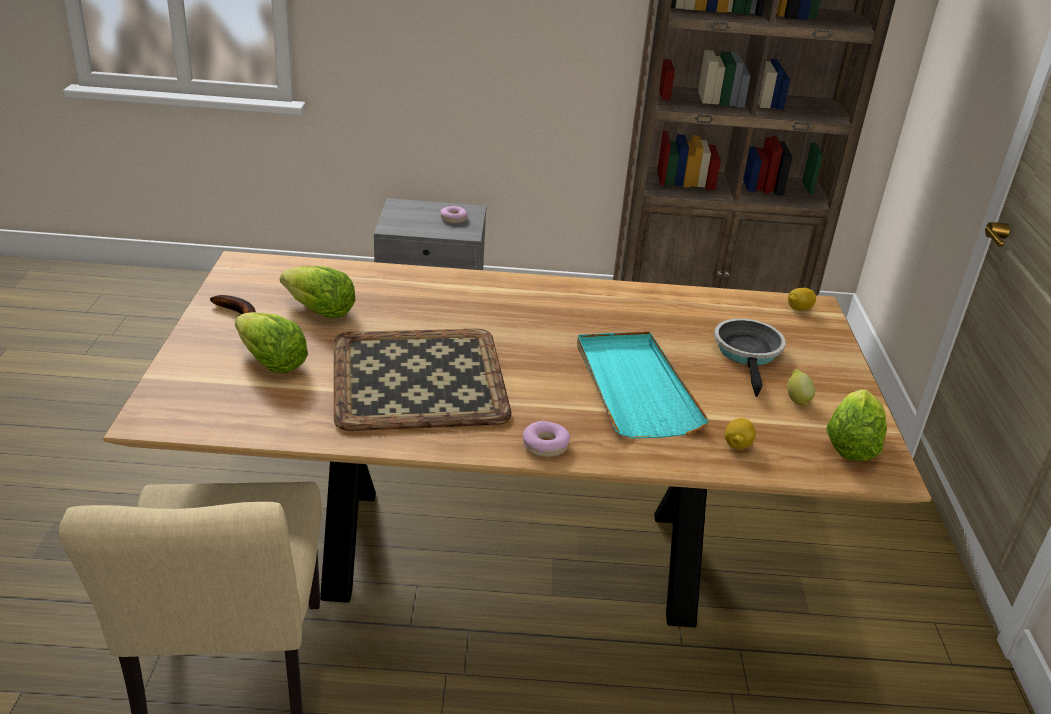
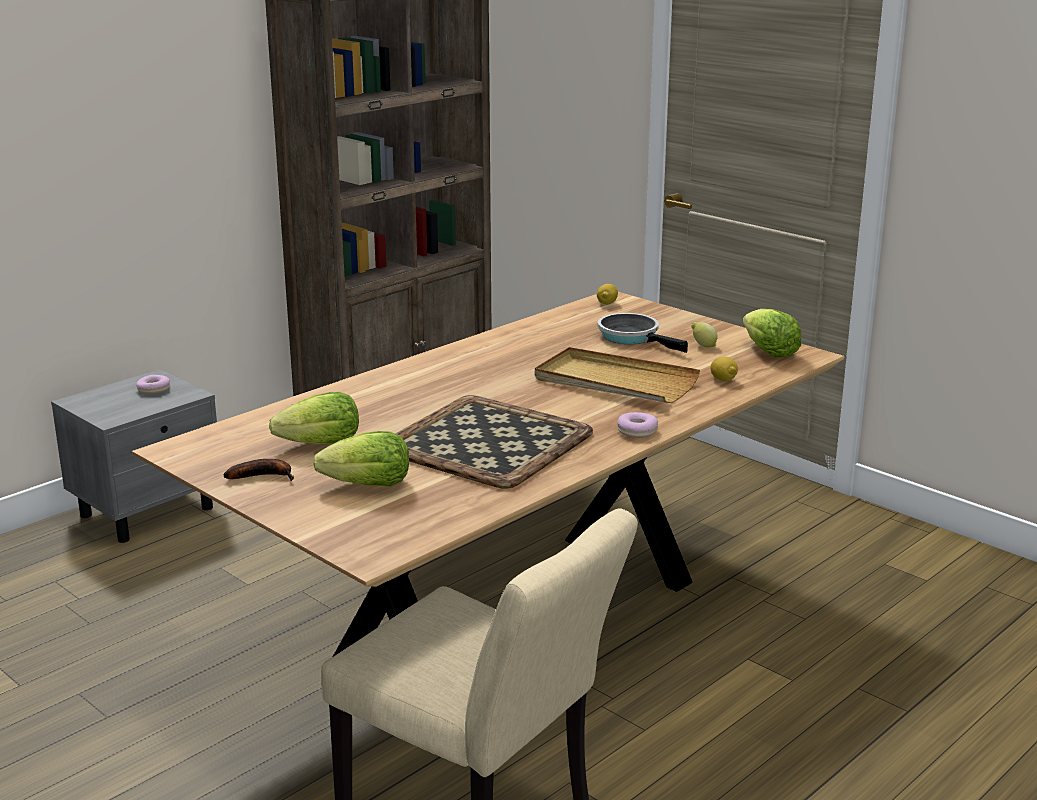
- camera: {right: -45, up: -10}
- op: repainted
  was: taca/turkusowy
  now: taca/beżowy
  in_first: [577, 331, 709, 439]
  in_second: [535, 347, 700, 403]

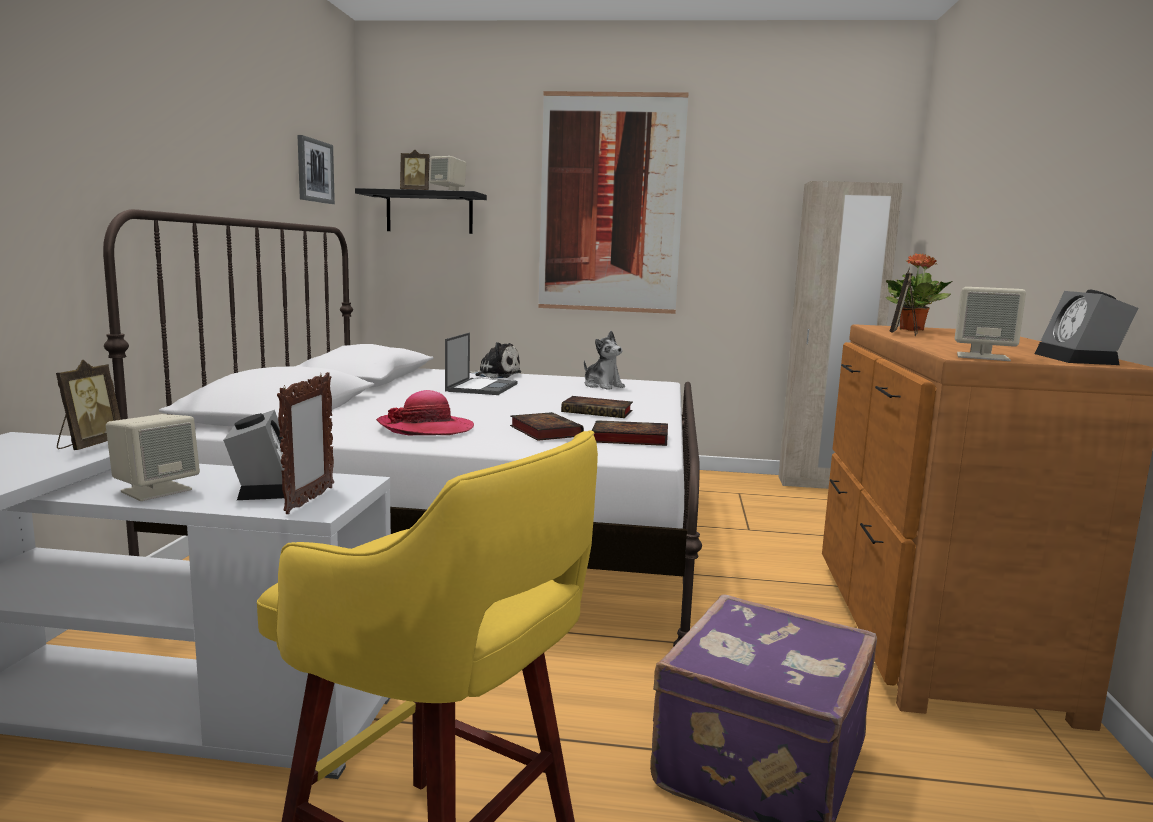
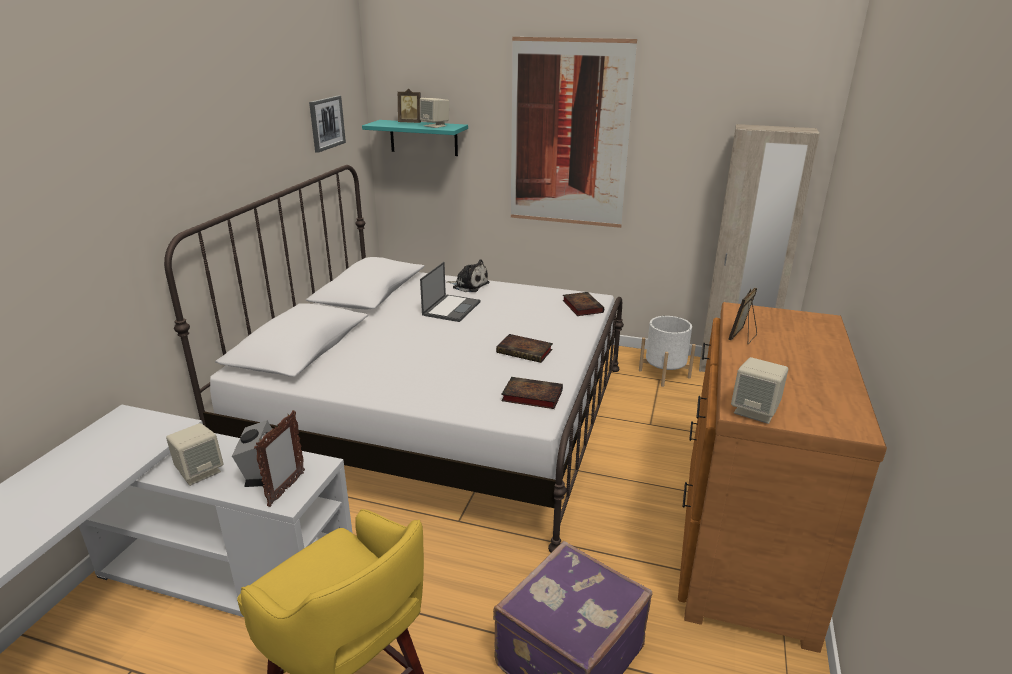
- camera: {right: 10, up: 15}
- op: gone
  was: ramka na zdjęcie
  in_first: [56, 360, 121, 450]
- op: gone
  was: kapelusz
  in_first: [376, 390, 474, 435]
- op: gone
  was: pluszak
  in_first: [584, 330, 625, 390]
- op: gone
  was: roślina doniczkowa
  in_first: [886, 254, 953, 331]
- op: gone
  was: budzik
  in_first: [1035, 289, 1139, 365]
- op: new
  now: donica/biały
  in_second: [639, 316, 696, 387]
- op: shifted
  was: książka
  in_first: [510, 412, 584, 441]
  in_second: [562, 292, 604, 316]
- op: repainted
  was: półka/czarny
  now: półka/turkusowy
  in_first: [355, 188, 487, 234]
  in_second: [362, 120, 468, 156]

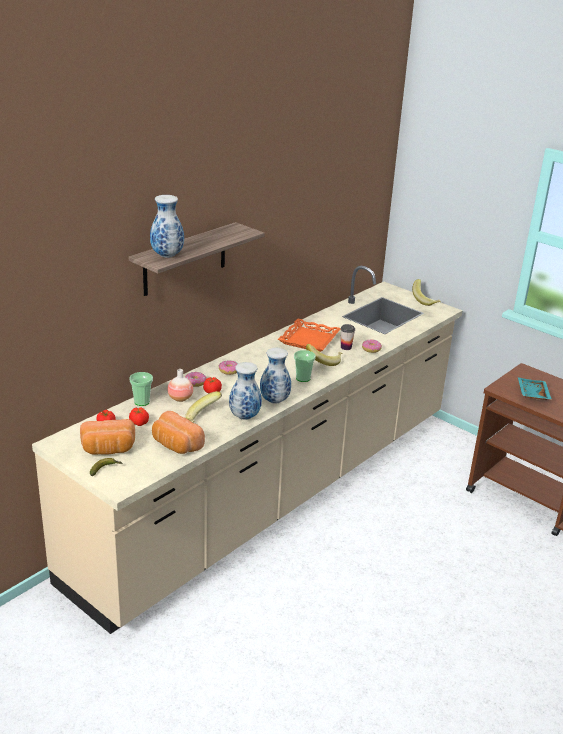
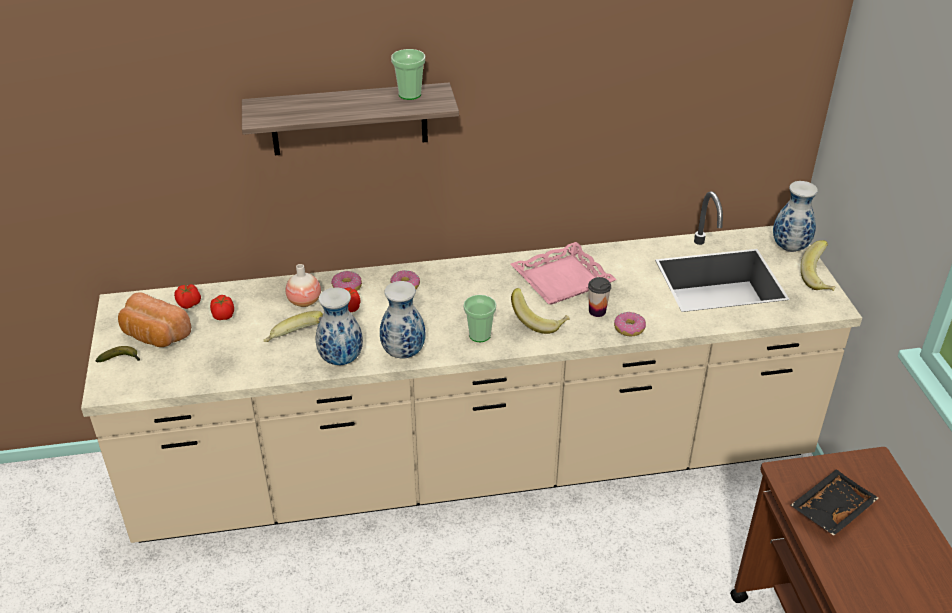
- camera: {right: 40, up: 10}
- op: gone
  was: chleb
  in_first: [152, 411, 205, 454]
- op: shifted
  was: filiżanka
  in_first: [129, 372, 153, 406]
  in_second: [391, 49, 425, 100]
- op: shifted
  was: wazon
  in_first: [150, 195, 184, 258]
  in_second: [773, 181, 818, 252]
- op: repainted
  was: taca/pomarańczowy
  now: taca/różowy
  in_first: [278, 319, 341, 352]
  in_second: [511, 242, 617, 305]
- op: repainted
  was: taca/turkusowy
  now: taca/czarny
  in_first: [518, 377, 552, 400]
  in_second: [791, 469, 879, 536]

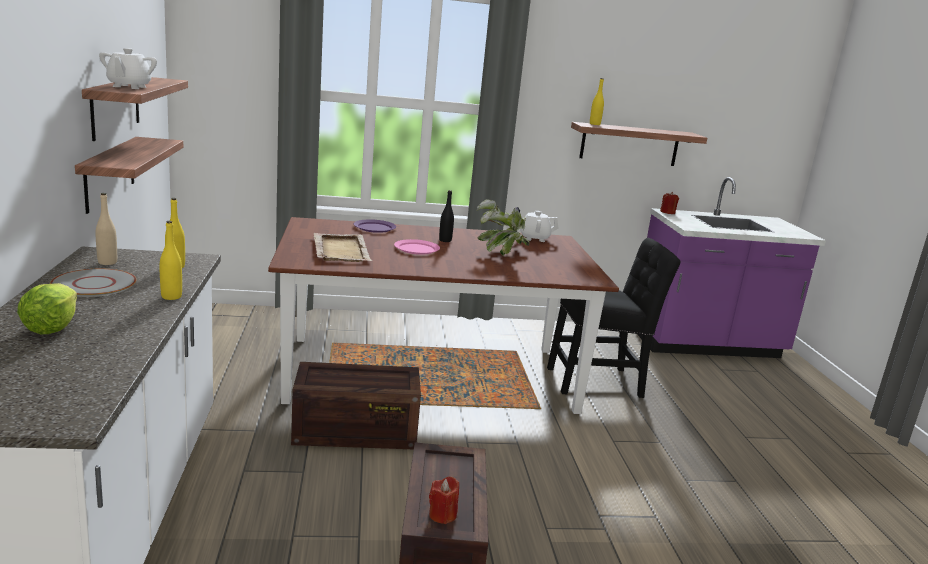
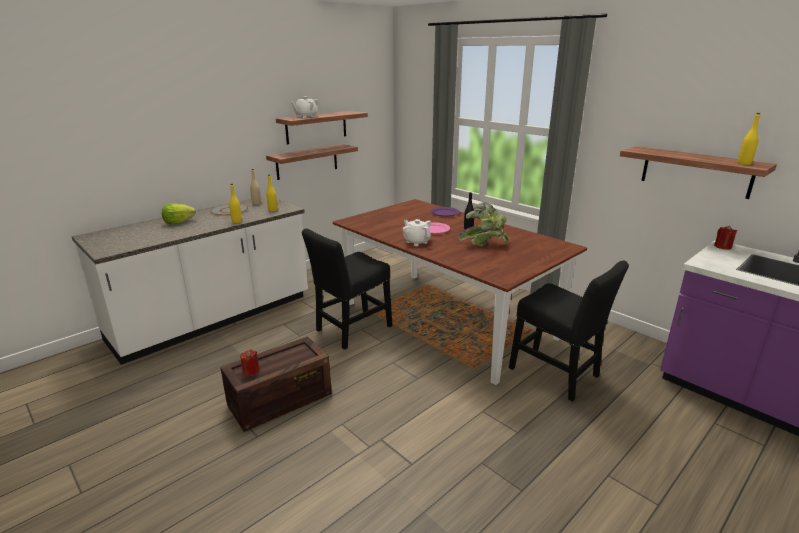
- camera: {right: 55, up: 5}
- op: gone
  was: taca/beżowy
  in_first: [314, 233, 372, 262]
- op: shifted
  was: imbryk/biały
  in_first: [520, 211, 558, 242]
  in_second: [403, 219, 431, 246]
- op: shifted
  was: butelka/żółty
  in_first: [590, 78, 604, 125]
  in_second: [738, 113, 761, 165]
- op: swapped
  was: skrzynka
  now: krzesło/czarny
  in_first: [291, 362, 421, 449]
  in_second: [302, 229, 392, 350]

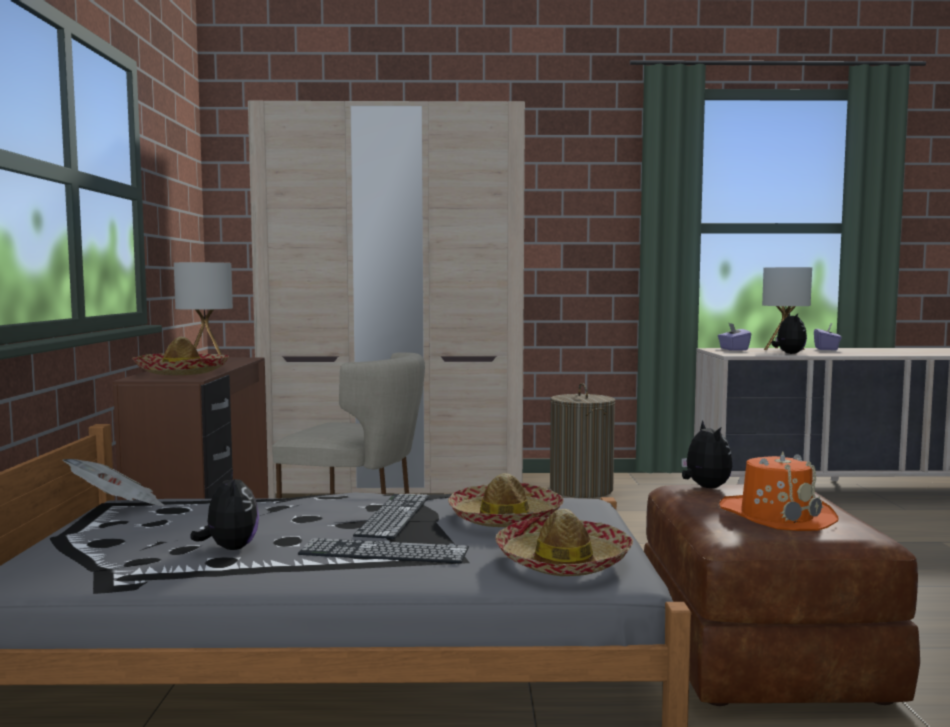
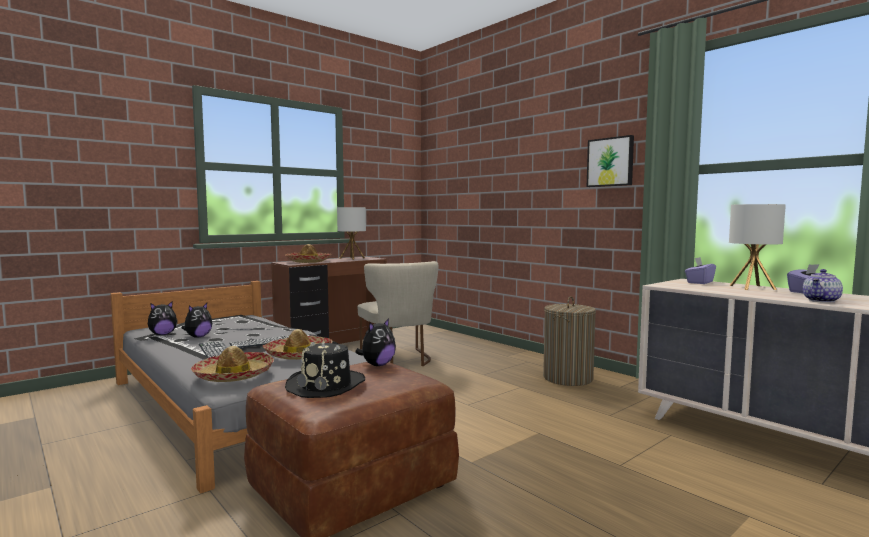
- camera: {right: 50, up: 0}
- op: gone
  was: gazeta
  in_first: [62, 459, 164, 506]
- op: gone
  was: szafa/beżowy
  in_first: [248, 101, 525, 498]
- op: new
  now: obraz
  in_second: [587, 135, 634, 187]
- op: new
  now: imbryk
  in_second: [803, 269, 843, 303]
- op: shifted
  was: pluszak
  in_first: [772, 312, 807, 354]
  in_second: [148, 302, 178, 335]
- op: repainted
  was: kapelusz/pomarańczowy
  now: kapelusz/czarny
  in_first: [719, 451, 838, 531]
  in_second: [285, 340, 365, 398]

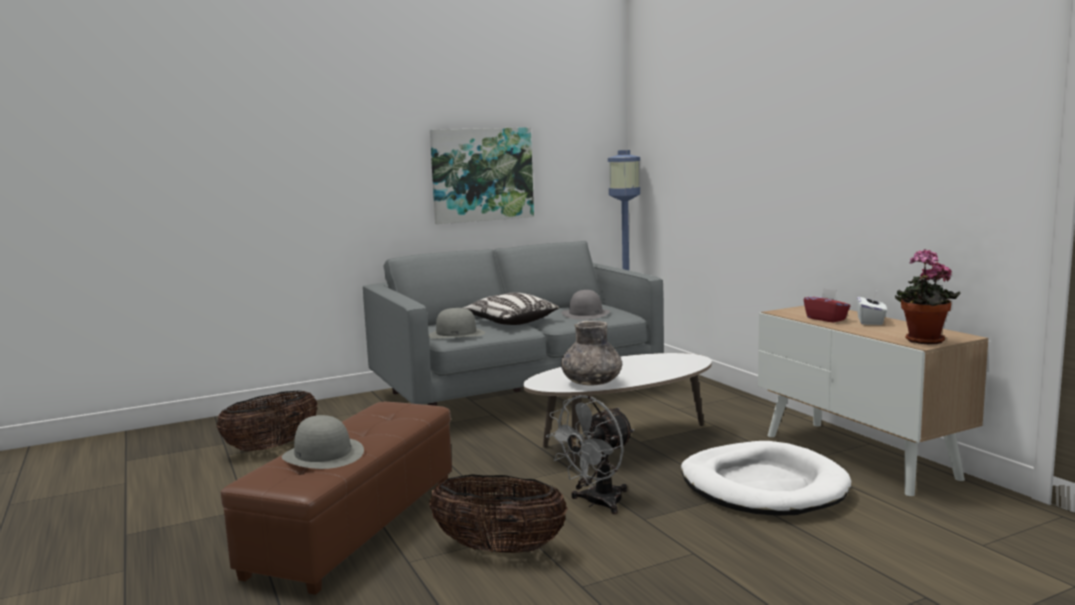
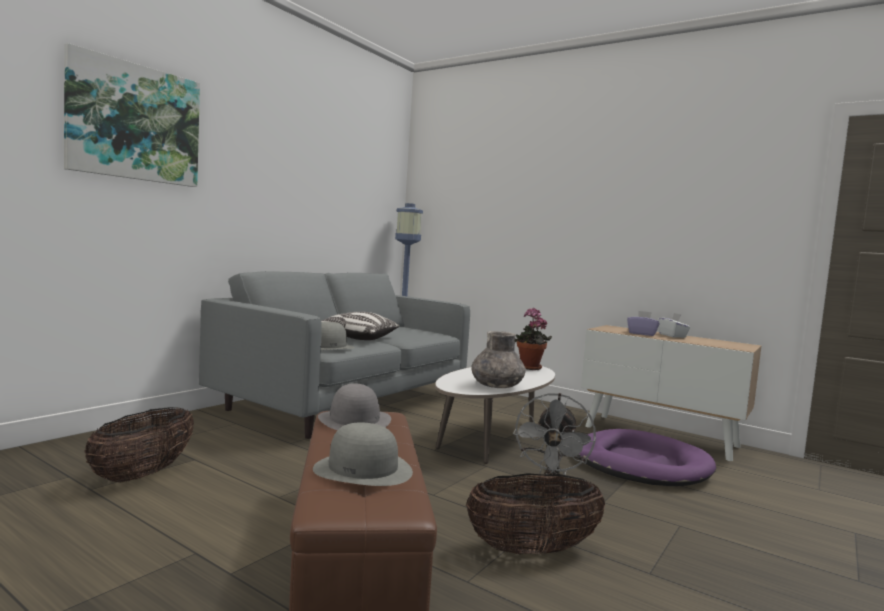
- camera: {right: -30, up: -5}
- op: shifted
  was: obraz
  in_first: [430, 127, 534, 224]
  in_second: [64, 43, 200, 187]
- op: shifted
  was: kapelusz/szary
  in_first: [562, 290, 610, 320]
  in_second: [318, 383, 391, 430]
- op: shifted
  was: roślina doniczkowa
  in_first: [895, 250, 960, 344]
  in_second: [515, 308, 552, 370]
- op: repainted
  was: legowisko/biały
  now: legowisko/fioletowy
  in_first: [681, 441, 851, 516]
  in_second: [577, 429, 716, 486]
- op: repainted
  was: pudełko chusteczek/czerwony
  now: pudełko chusteczek/fioletowy
  in_first: [804, 288, 850, 322]
  in_second: [627, 311, 660, 336]

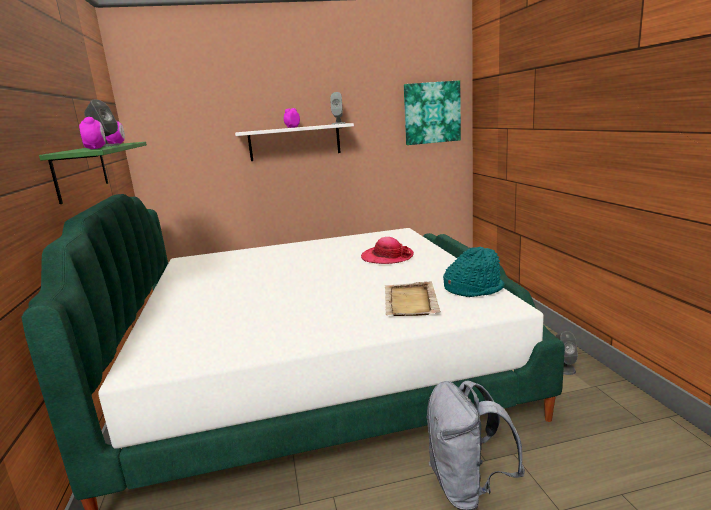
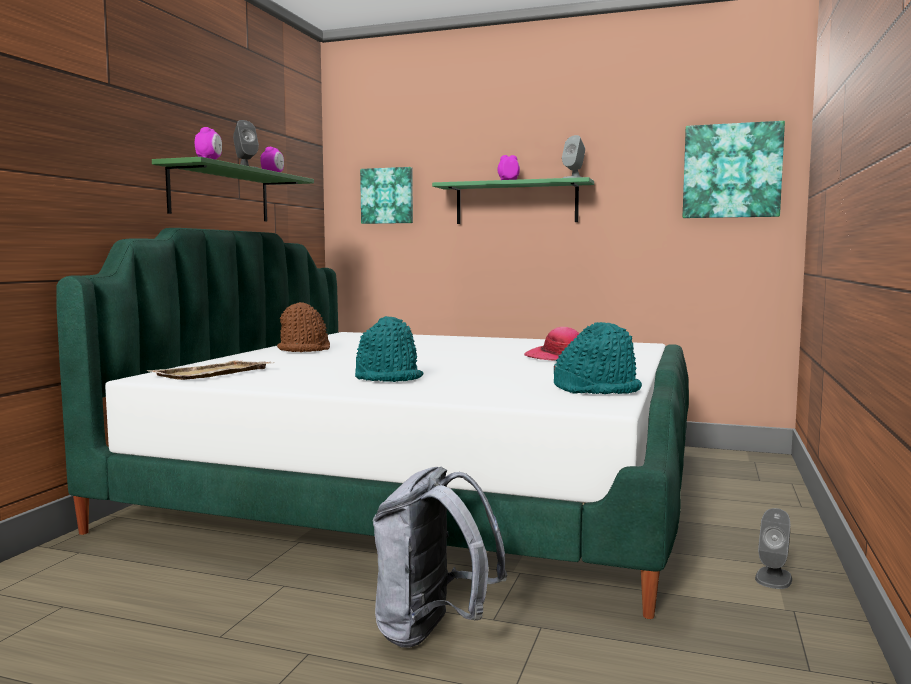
- camera: {right: 30, up: -10}
- op: new
  now: kapelusz/brązowy
  in_second: [277, 302, 330, 352]
- op: new
  now: kapelusz/turkusowy
  in_second: [355, 316, 423, 382]
- op: new
  now: obraz
  in_second: [360, 167, 413, 224]
- op: shifted
  was: taca/beżowy
  in_first: [385, 281, 441, 316]
  in_second: [147, 360, 272, 380]
- op: repainted
  was: półka/biały
  now: półka/zielony
  in_first: [235, 123, 354, 161]
  in_second: [432, 177, 594, 224]

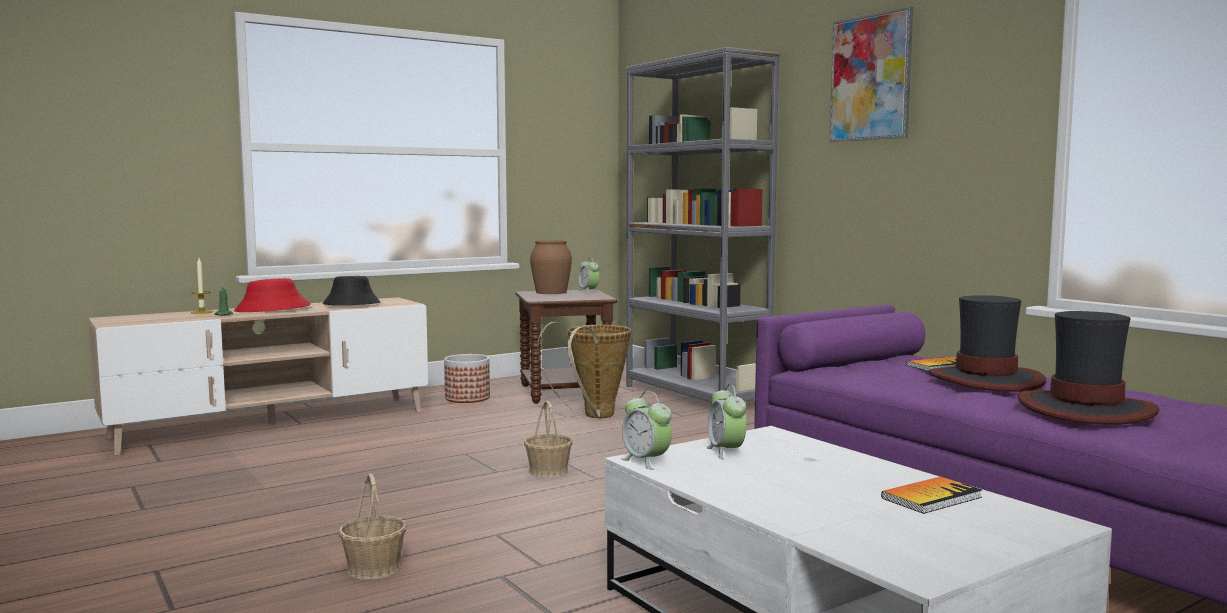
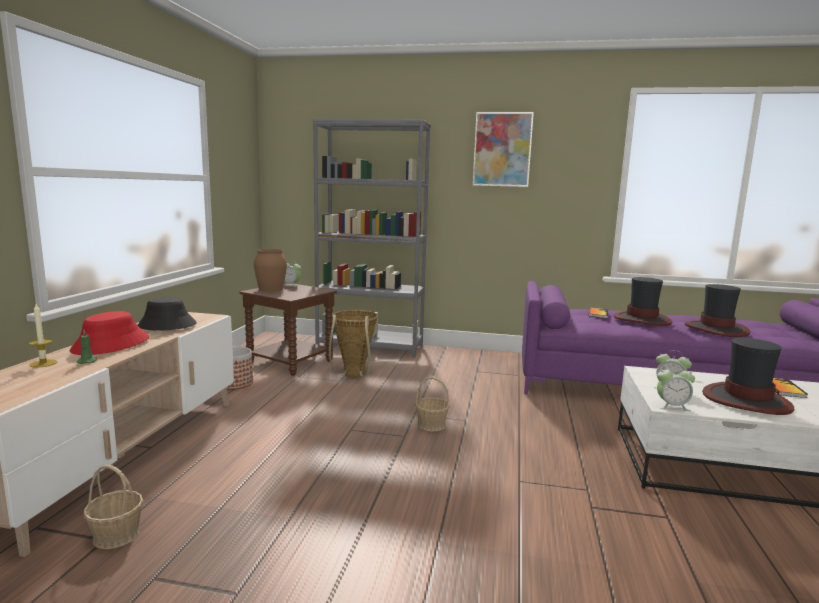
- camera: {right: -45, up: 5}
- op: new
  now: kapelusz
  in_second: [702, 338, 794, 415]
- op: shifted
  was: koszyk
  in_first: [339, 473, 407, 580]
  in_second: [83, 465, 143, 549]

